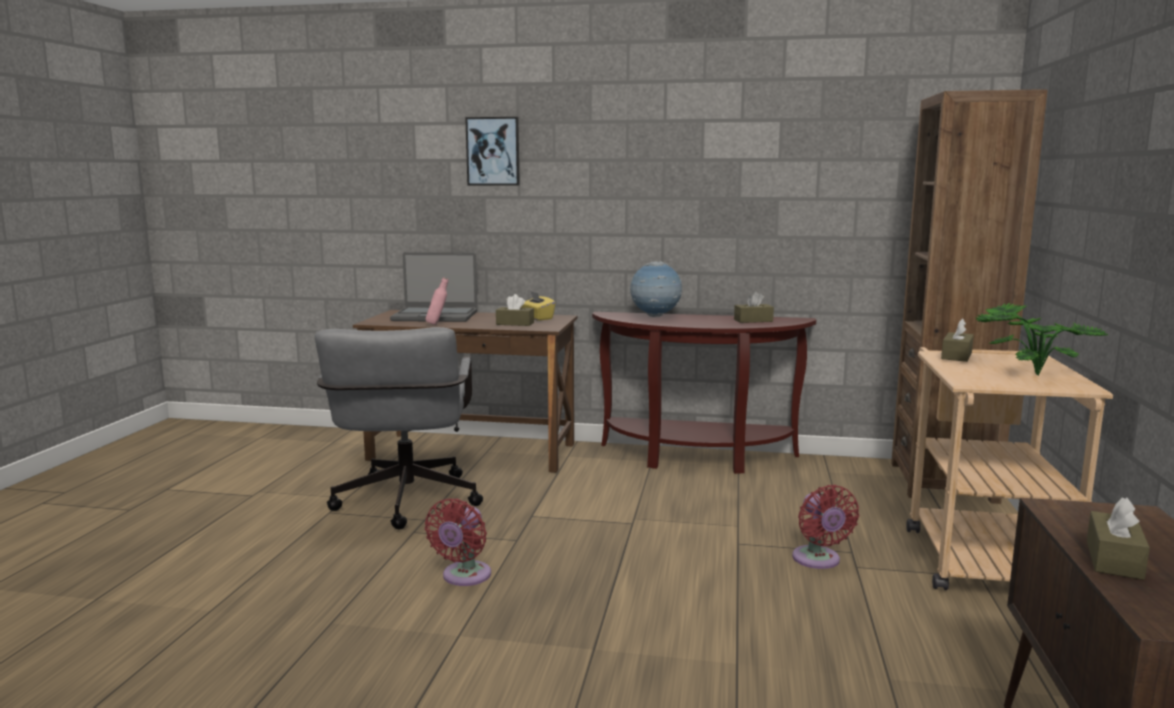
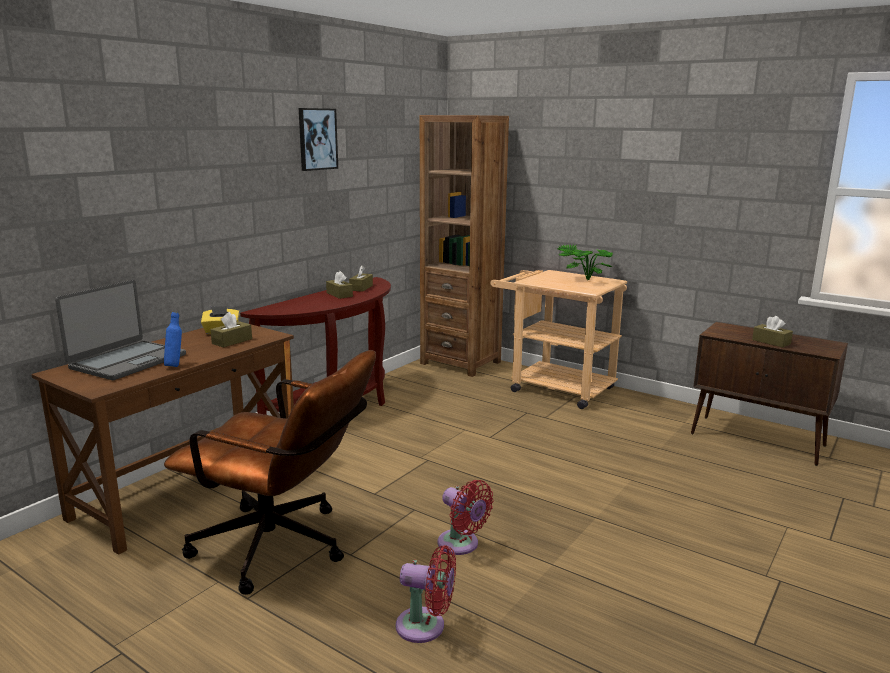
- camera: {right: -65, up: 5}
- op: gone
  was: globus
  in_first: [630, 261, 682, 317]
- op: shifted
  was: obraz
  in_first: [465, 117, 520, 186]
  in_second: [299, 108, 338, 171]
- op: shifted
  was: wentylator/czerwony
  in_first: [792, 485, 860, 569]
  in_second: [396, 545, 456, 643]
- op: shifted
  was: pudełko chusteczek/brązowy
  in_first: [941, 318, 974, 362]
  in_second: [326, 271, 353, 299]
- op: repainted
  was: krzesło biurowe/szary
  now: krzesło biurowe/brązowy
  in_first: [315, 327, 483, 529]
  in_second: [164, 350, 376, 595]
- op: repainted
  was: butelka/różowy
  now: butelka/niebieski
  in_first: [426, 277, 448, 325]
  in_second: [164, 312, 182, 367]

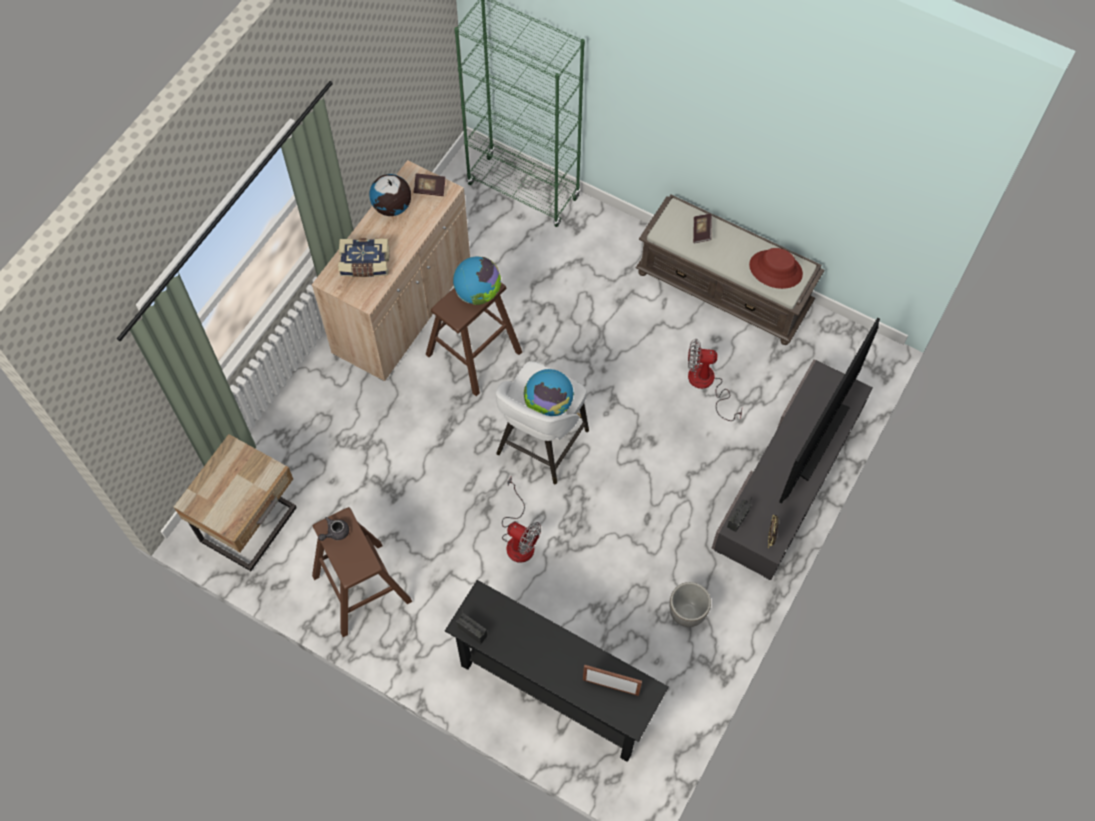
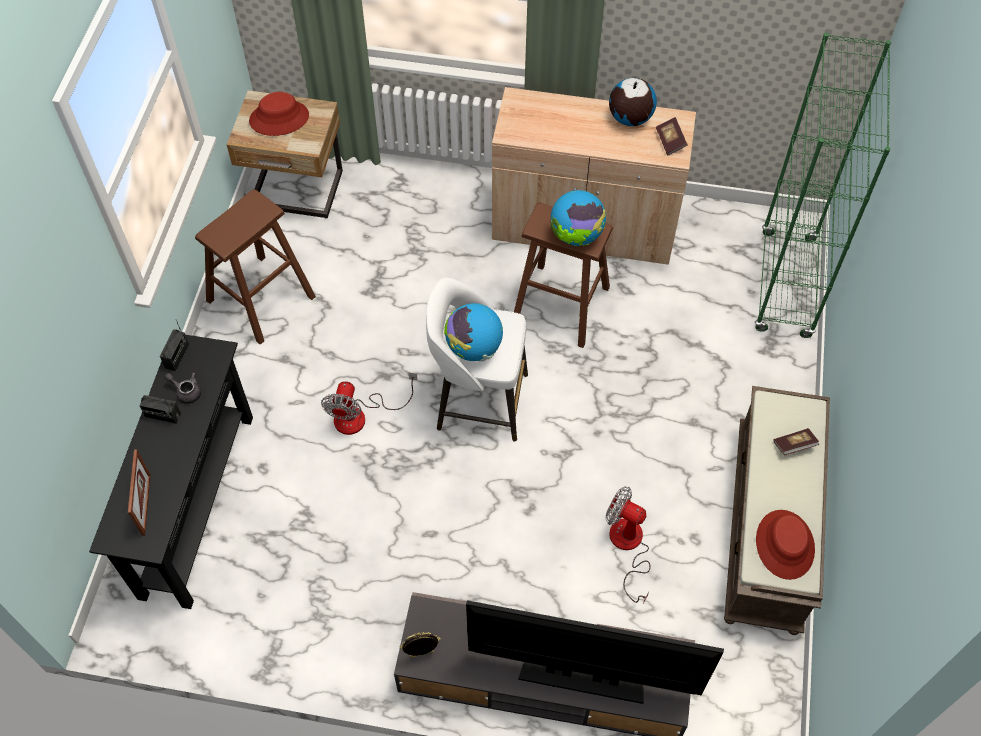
- camera: {right: 70, up: -5}
- op: gone
  was: książka
  in_first: [338, 238, 390, 277]
- op: gone
  was: donica
  in_first: [670, 582, 711, 627]
- op: new
  now: kapelusz/czerwony
  in_second: [249, 92, 309, 136]
- op: shifted
  was: imbryk/szary
  in_first: [318, 517, 349, 541]
  in_second: [165, 372, 201, 404]
- op: shifted
  was: radio
  in_first: [727, 497, 752, 532]
  in_second: [139, 395, 181, 424]
- op: rotated
  was: wentylator
  in_first: [688, 339, 742, 421]
  in_second: [606, 486, 650, 604]
  clockwise: -45

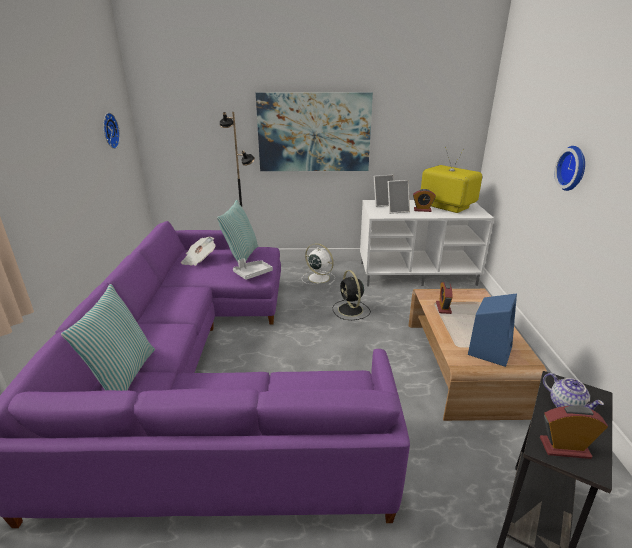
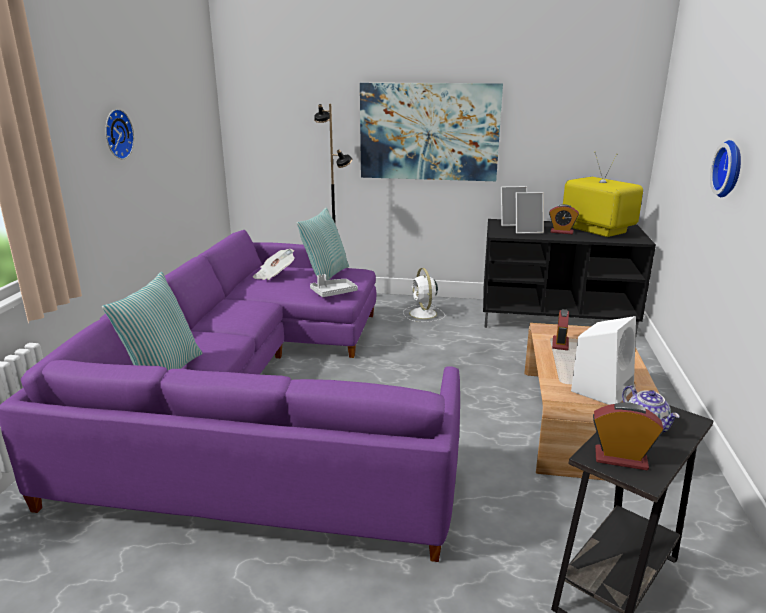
- camera: {right: 10, up: -5}
- op: gone
  was: wentylator/czarny
  in_first: [333, 270, 371, 320]
- op: shifted
  was: zegar ścienny
  in_first: [103, 113, 120, 149]
  in_second: [105, 109, 134, 160]
- op: repainted
  was: szafka pod telewizor/biały
  now: szafka pod telewizor/czarny
  in_first: [360, 200, 494, 286]
  in_second: [483, 219, 656, 336]
- op: repainted
  was: głośnik/niebieski
  now: głośnik/biały
  in_first: [468, 293, 517, 367]
  in_second: [571, 316, 636, 405]
- op: rotated
  was: wentylator/biały
  in_first: [302, 243, 335, 285]
  in_second: [403, 268, 445, 322]
  clockwise: -150

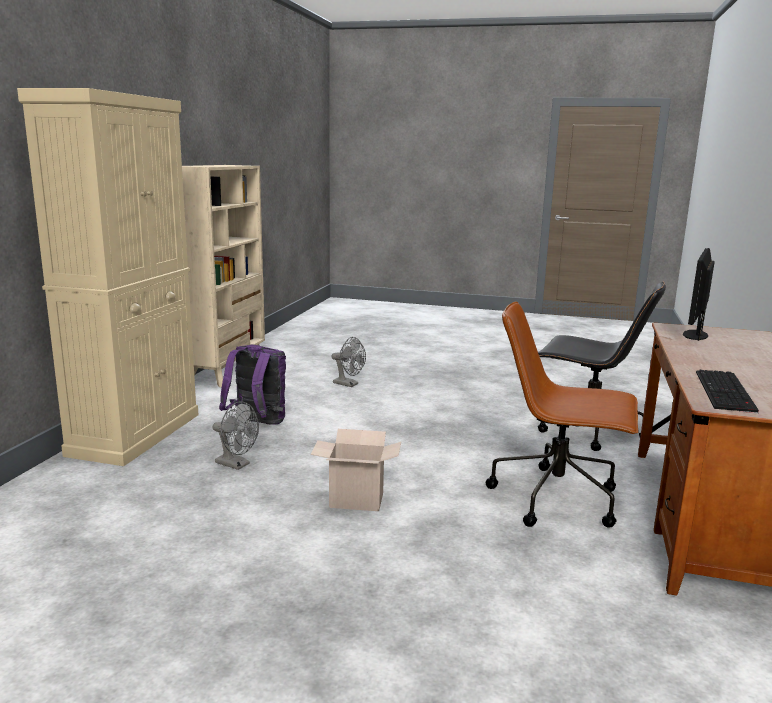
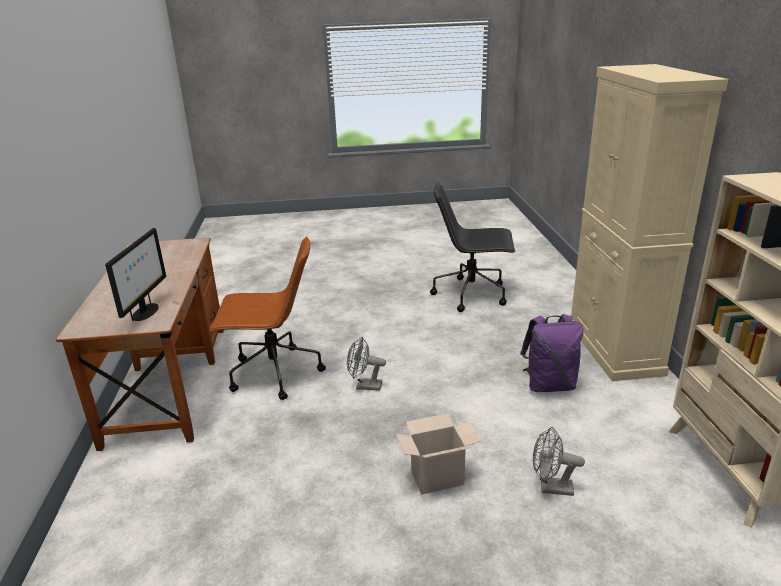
- camera: {right: 160, up: 10}
- op: gone
  was: klawiatura
  in_first: [696, 370, 759, 414]
- op: shifted
  was: wentylator/szary
  in_first: [212, 402, 259, 470]
  in_second: [347, 337, 386, 391]
- op: shifted
  was: karton
  in_first: [311, 429, 401, 511]
  in_second: [396, 413, 481, 495]
- op: shifted
  was: krzesło biurowe/czarny
  in_first: [538, 281, 666, 451]
  in_second: [430, 182, 515, 312]

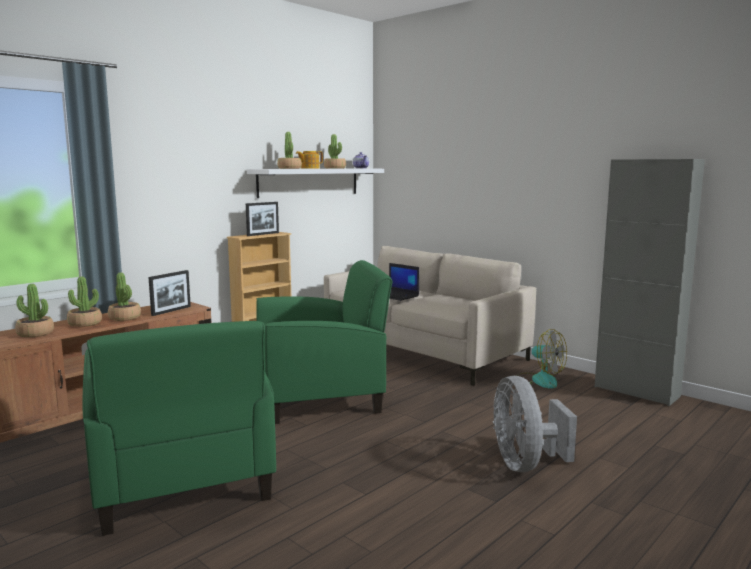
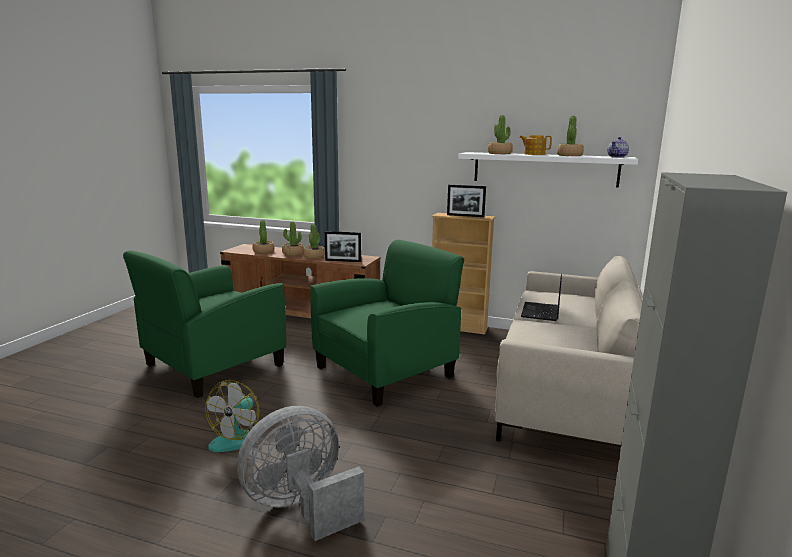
- camera: {right: 65, up: 5}
- op: shifted
  was: wentylator
  in_first: [516, 329, 567, 389]
  in_second: [205, 380, 259, 452]
- op: rotated
  was: fotel/zielony
  in_first: [256, 260, 392, 424]
  in_second: [310, 240, 464, 406]
  clockwise: -90

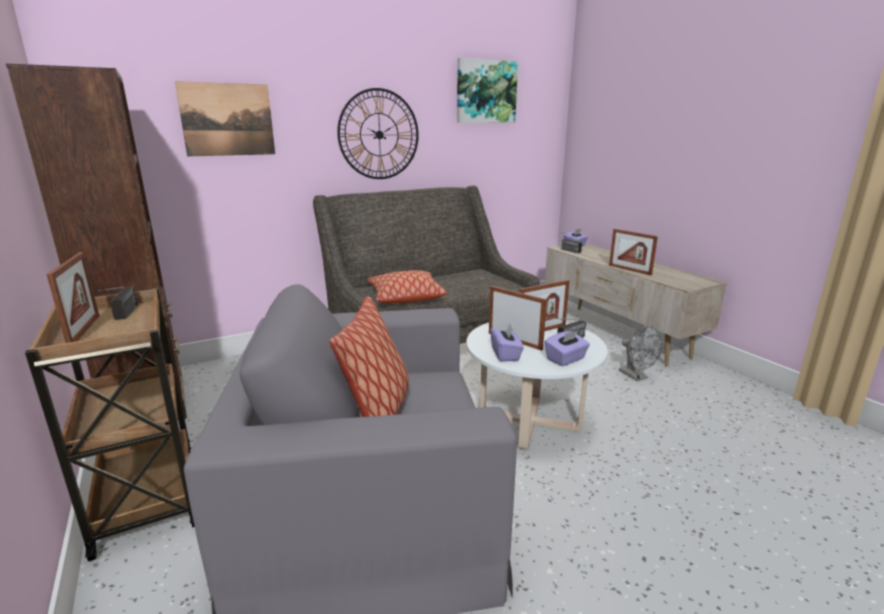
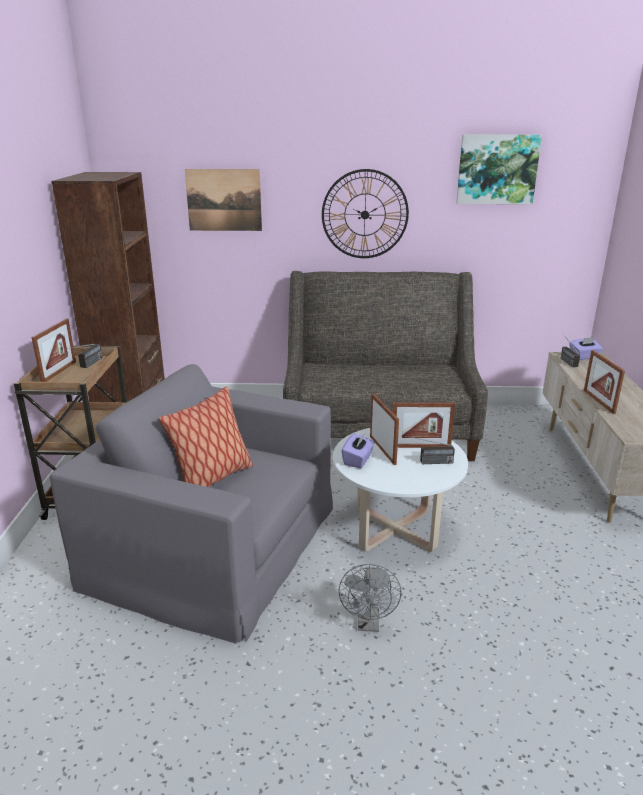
- camera: {right: 30, up: 5}
- op: gone
  was: poduszka
  in_first: [367, 270, 447, 303]
- op: gone
  was: pudełko chusteczek/fioletowy
  in_first: [545, 330, 590, 366]
- op: shifted
  was: wentylator/szary
  in_first: [619, 326, 662, 381]
  in_second: [338, 564, 402, 632]

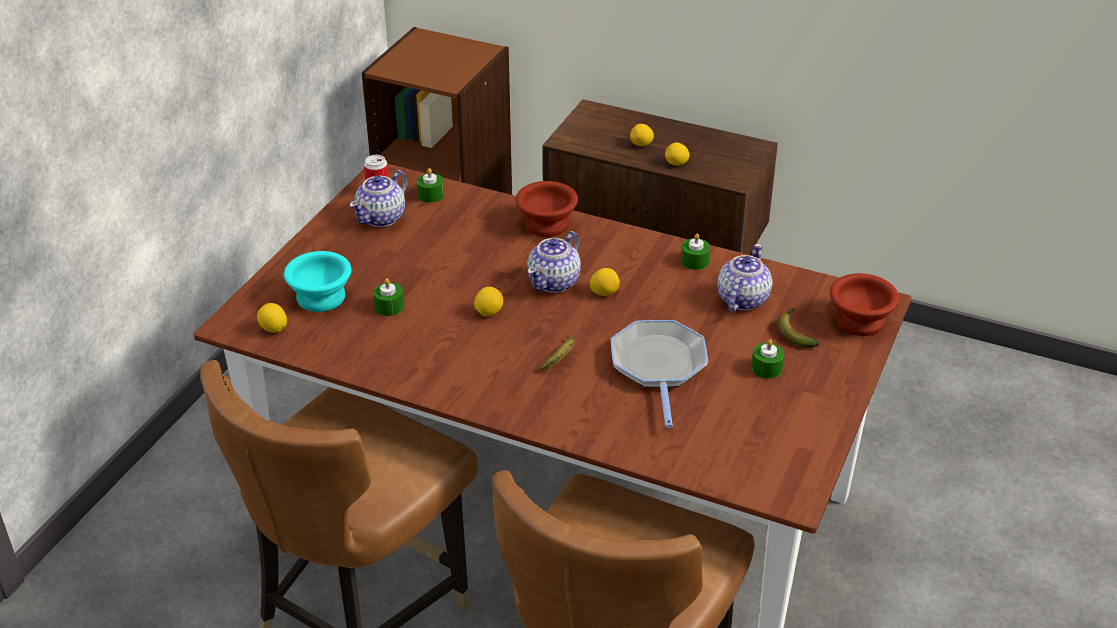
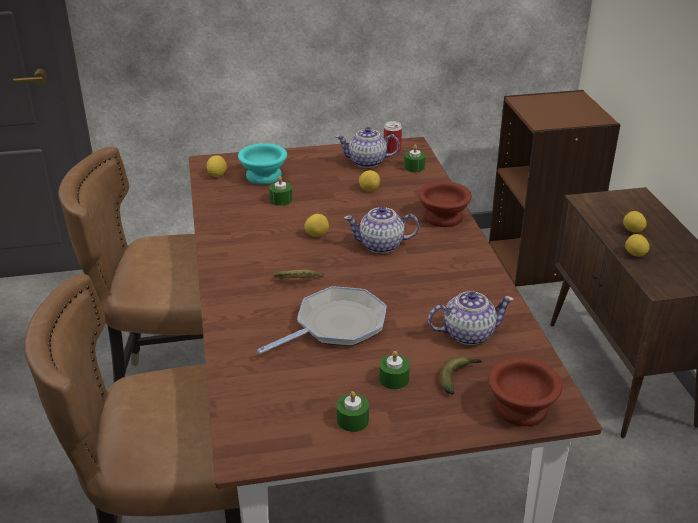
- camera: {right: 55, up: -5}
- op: shifted
  was: cytryna
  in_first: [590, 268, 620, 296]
  in_second: [359, 170, 380, 191]
- op: shifted
  was: świeca/zielony
  in_first: [681, 234, 710, 270]
  in_second: [337, 391, 369, 432]

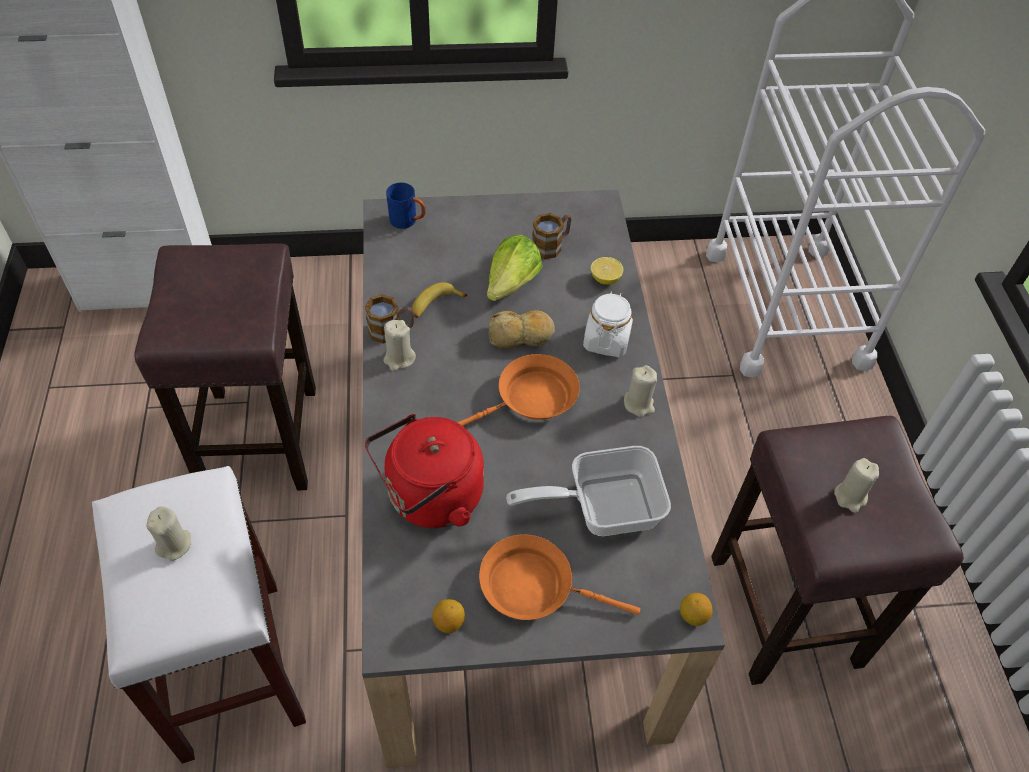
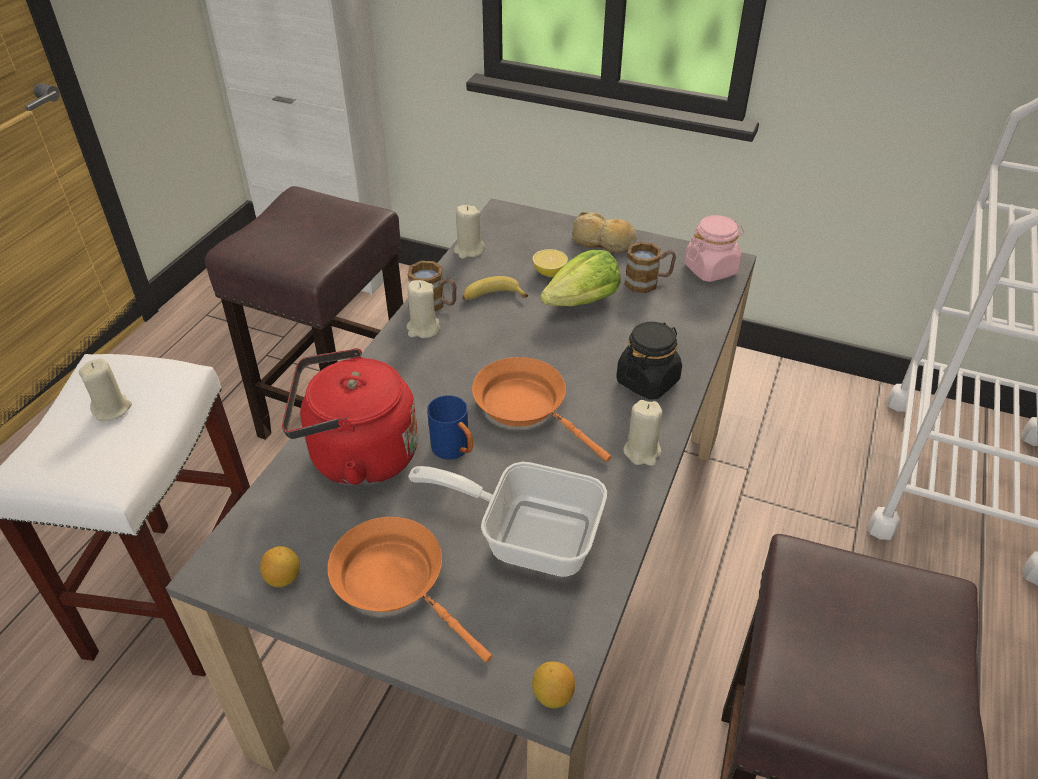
- camera: {right: 30, up: -10}
- op: new
  now: słoik/różowy
  in_second: [684, 215, 744, 282]
- op: shifted
  was: kubek/niebieski
  in_first: [386, 182, 426, 229]
  in_second: [427, 395, 473, 460]
- op: shifted
  was: chleb
  in_first: [489, 310, 555, 348]
  in_second: [571, 212, 637, 253]
- op: shifted
  was: cytryna
  in_first: [591, 257, 623, 285]
  in_second: [532, 249, 568, 277]
- op: shifted
  was: świeca/beżowy
  in_first: [834, 458, 879, 513]
  in_second: [454, 205, 485, 259]
- op: repainted
  was: słoik/biały
  now: słoik/czarny
  in_first: [583, 292, 633, 357]
  in_second: [616, 322, 682, 400]
- op: rotated
  was: patelnia/pomarańczowy
  in_first: [457, 354, 580, 426]
  in_second: [472, 357, 611, 462]
  clockwise: -135

